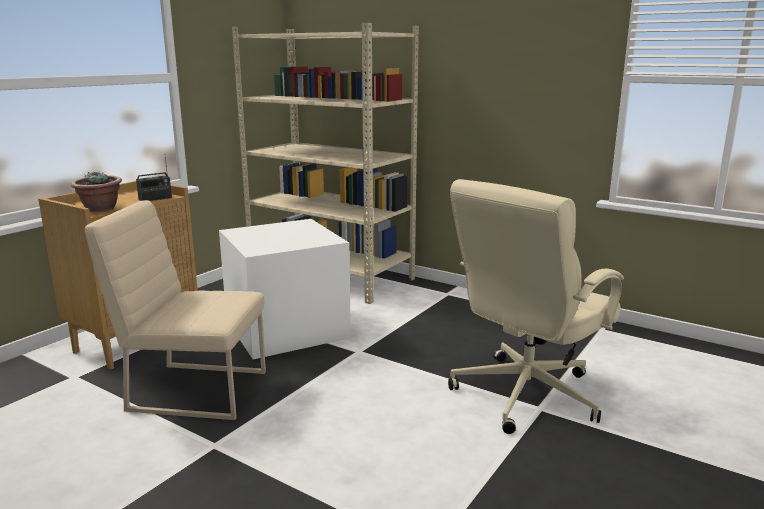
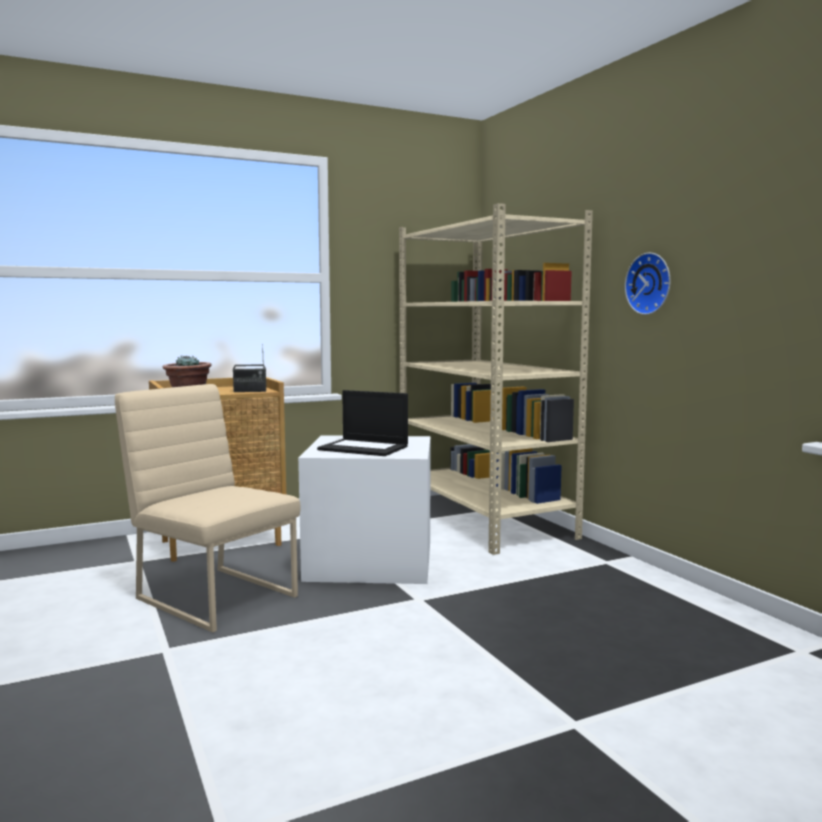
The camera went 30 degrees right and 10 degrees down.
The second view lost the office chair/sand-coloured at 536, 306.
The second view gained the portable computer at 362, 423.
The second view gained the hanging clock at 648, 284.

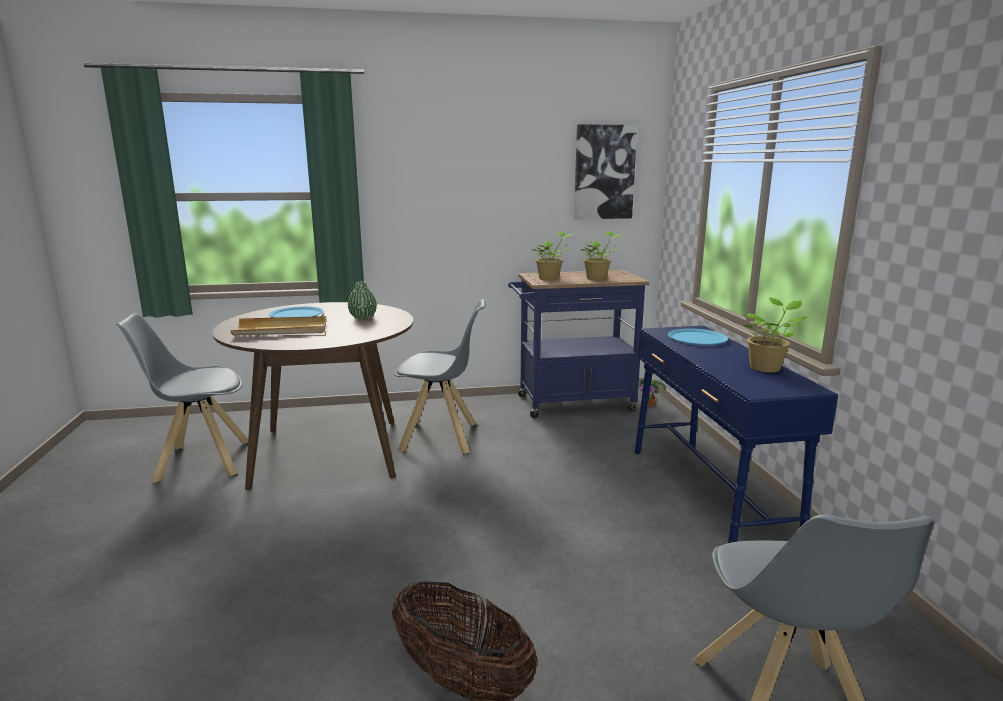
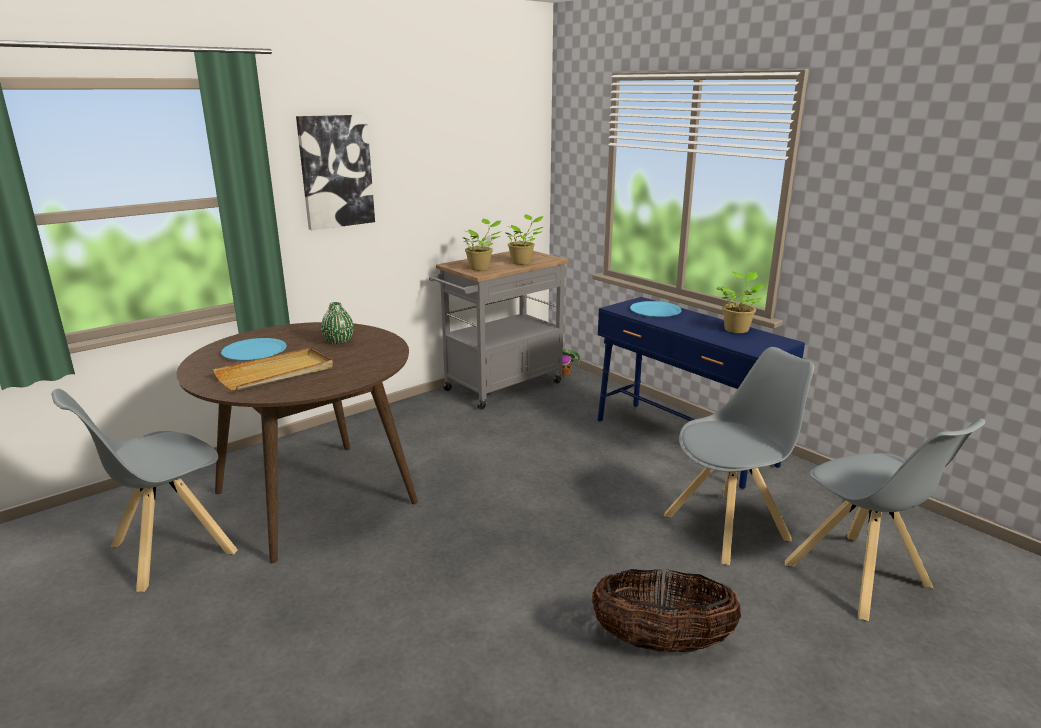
The camera went 30 degrees left and 5 degrees up.
The upright chair/grey ended up elsewhere, having gone from 440, 376 to 739, 456.
The wall art ended up elsewhere, having gone from 605, 171 to 335, 172.
What was the wheeled cart/blue-coloured at 578, 344 turned into the wheeled cart/grey at 498, 330.

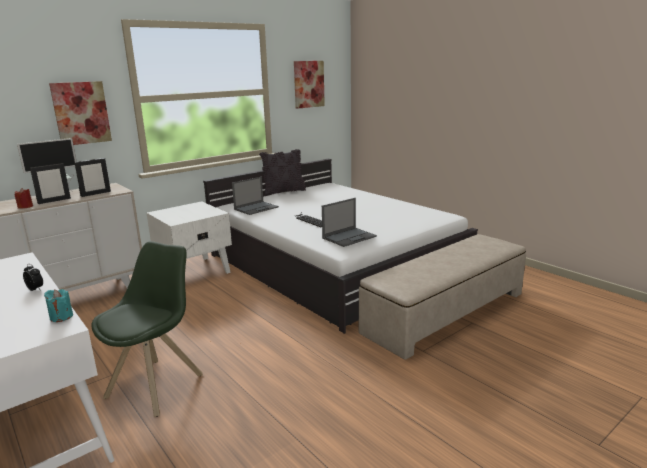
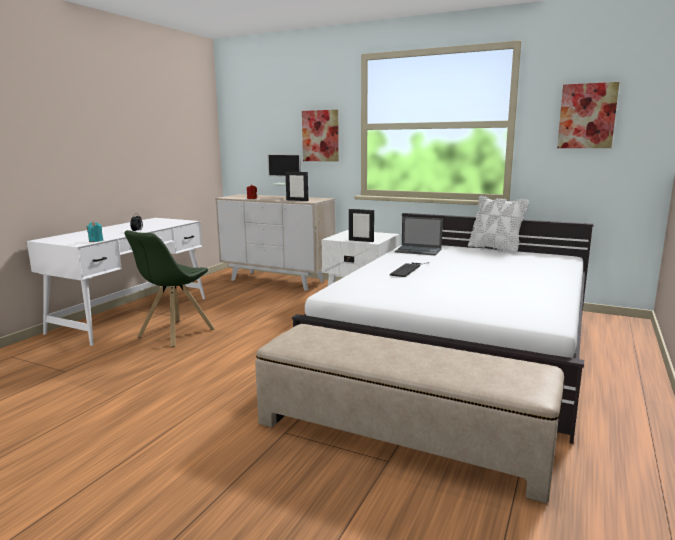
The camera went 65 degrees right and 5 degrees down.
The second view lost the portable computer at 349, 222.
The standing frame ended up elsewhere, having gone from 50, 183 to 361, 225.
What was the cushion/black-coloured at 282, 172 turned into the cushion/whitish at 498, 224.
The upright chair/greenish at 147, 329 ended up facing another way, 120 degrees clockwise from before.

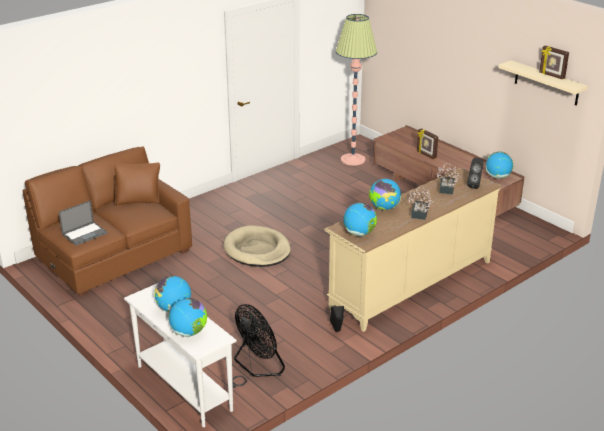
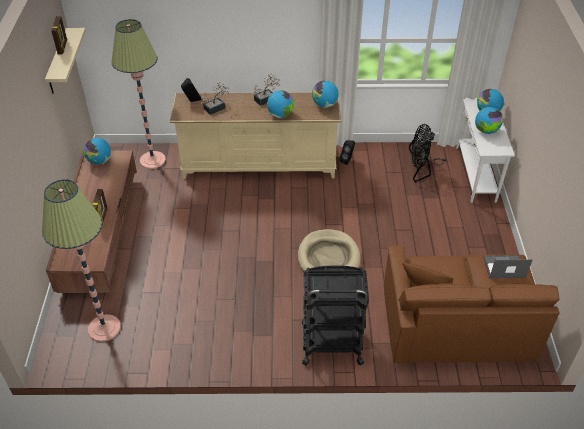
The camera went 140 degrees left and 15 degrees up.
The second view gained the standard lamp at 138, 94.
The second view gained the wheeled cart/black-coloured at 335, 316.

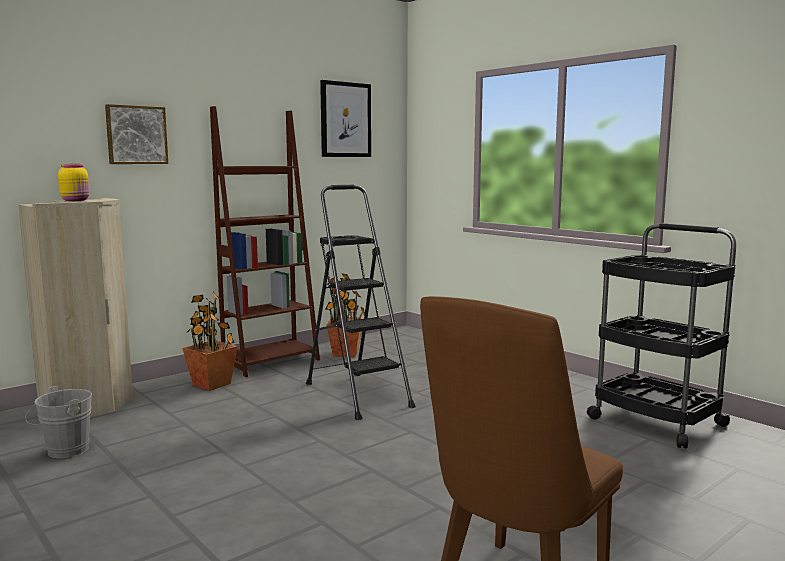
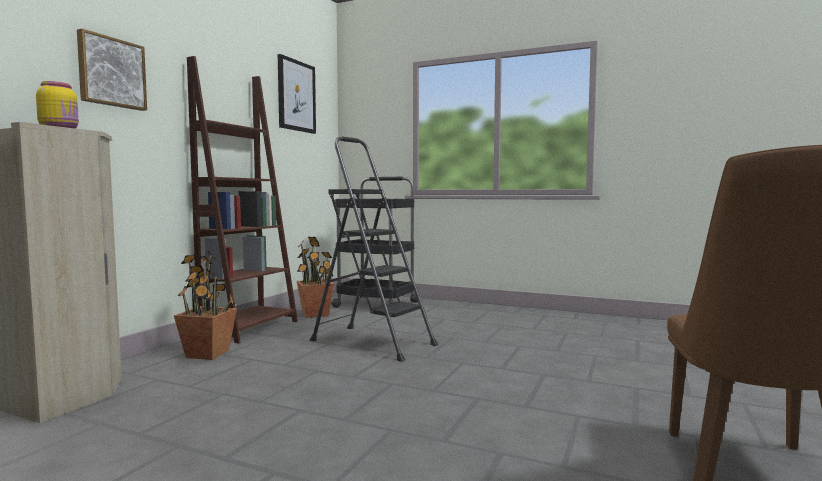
The camera went 25 degrees left and 5 degrees down.
The second view lost the pail/grey at 58, 422.
The wheeled cart/black-coloured ended up elsewhere, having gone from 661, 335 to 375, 242.

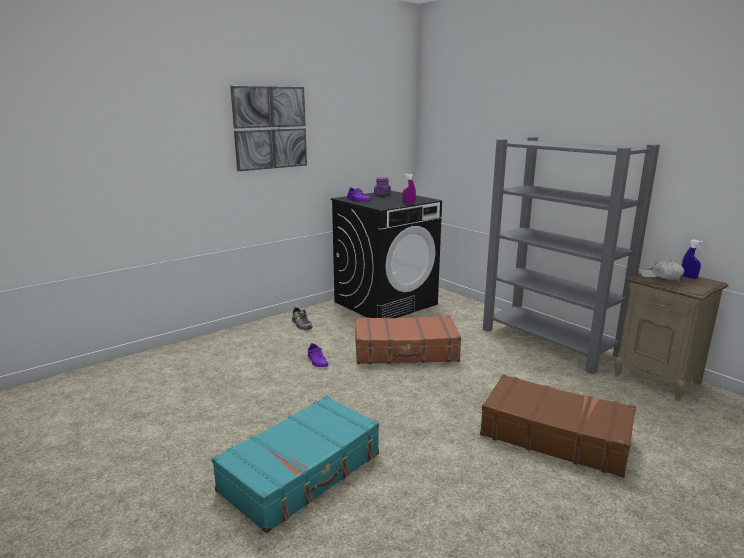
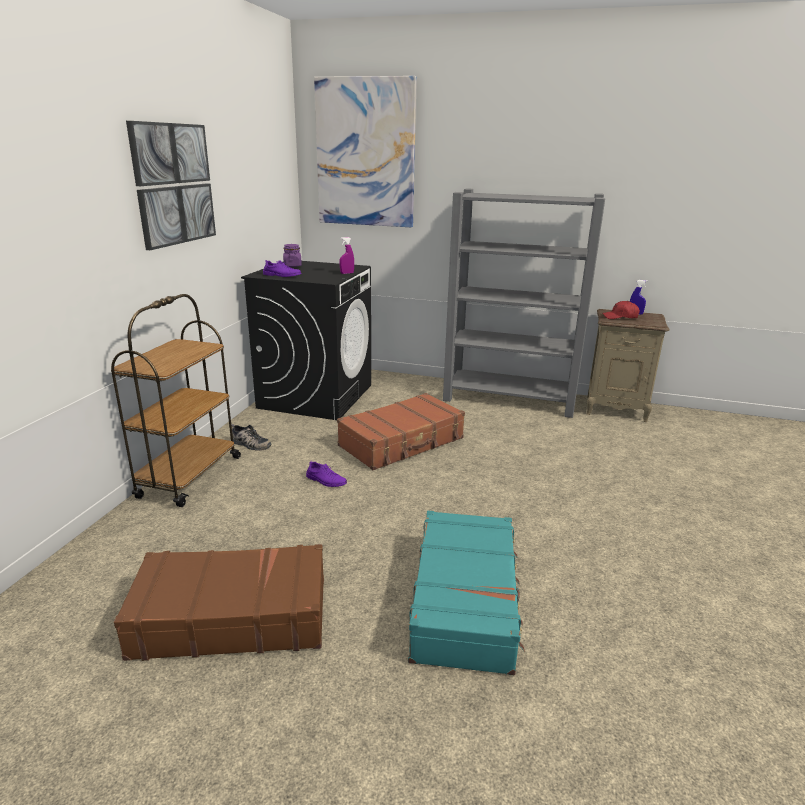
The camera went 35 degrees left and 5 degrees up.
The second view gained the wheeled cart/brown-coloured at 176, 400.
The second view gained the wall art at 365, 151.
The suitcase/brown-coloured ended up elsewhere, having gone from 558, 426 to 219, 602.
What was the peaked cap/whitish at 663, 270 turned into the peaked cap/reddish at 621, 310.

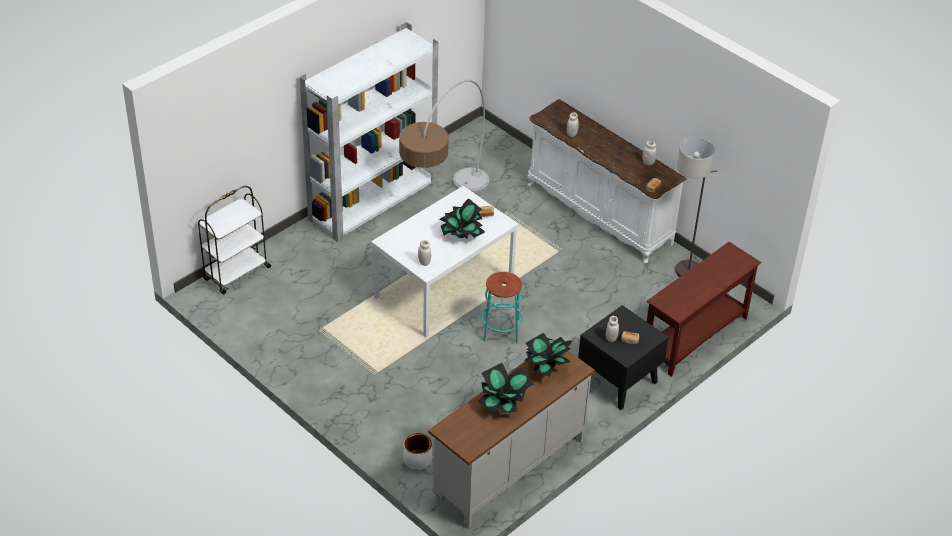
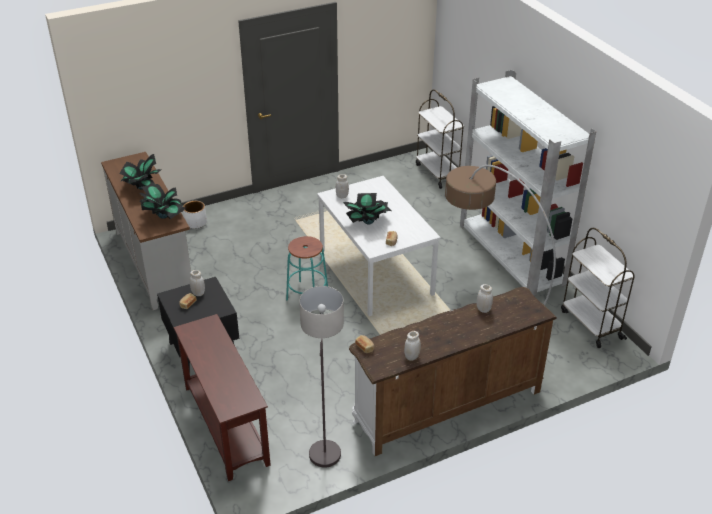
The camera went 110 degrees right and 5 degrees down.
The second view gained the wheeled cart/whitish at 598, 288.

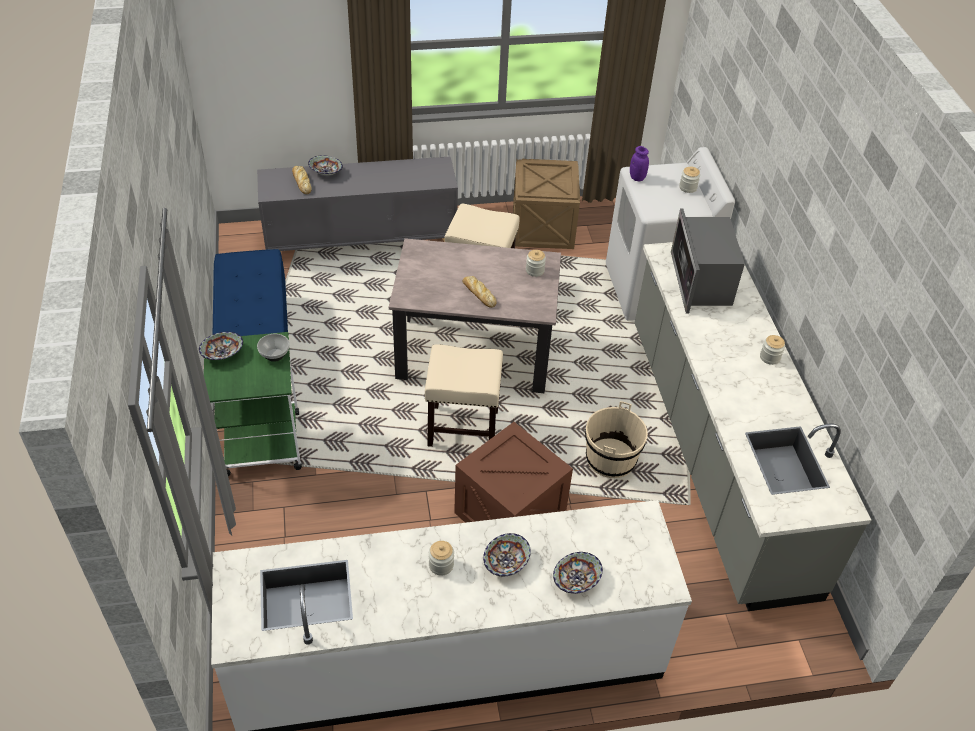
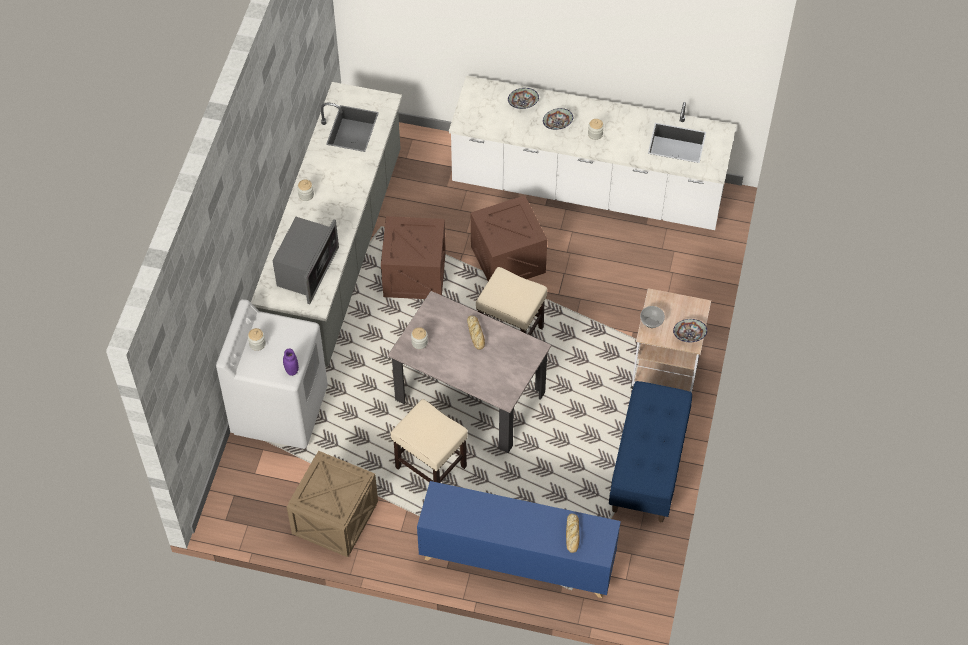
The camera went 155 degrees left and 10 degrees up.
The second view lost the serving bowl at 325, 165.
Where the pail/sand-coloured stood at 616, 439, the shipping crate came to stand at 413, 257.
What was the wheeled cart/greenish at 253, 404 turned into the wheeled cart/sand-coloured at 671, 340.
What was the storage cabinet/grey at 357, 204 turned into the storage cabinet/blue-coloured at 519, 539.

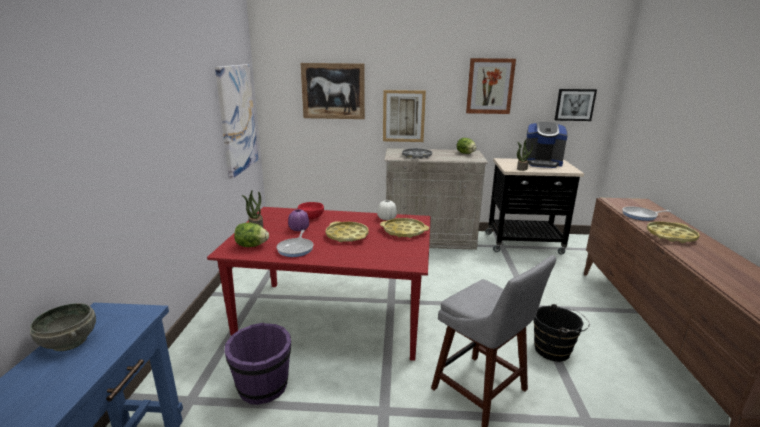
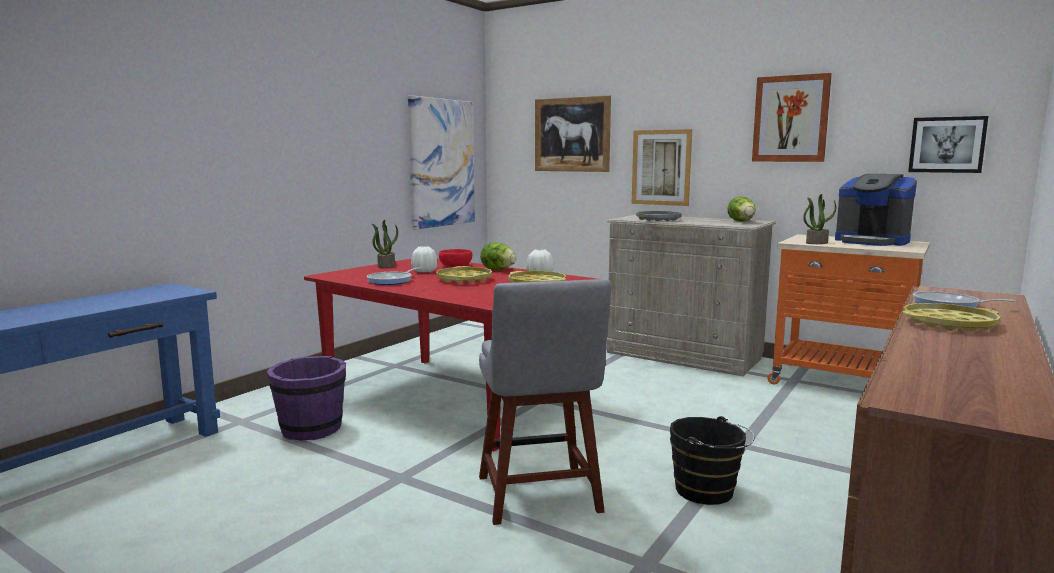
The camera went 30 degrees right and 10 degrees down.
The second view lost the serving bowl/grey at 63, 327.
The lettuce head ended up elsewhere, having gone from 251, 234 to 498, 256.
What was the vase/purplish at 298, 220 turned into the vase/whitish at 424, 259.
What was the wheeled cart/black-coloured at 534, 206 turned into the wheeled cart/orangey at 848, 309.

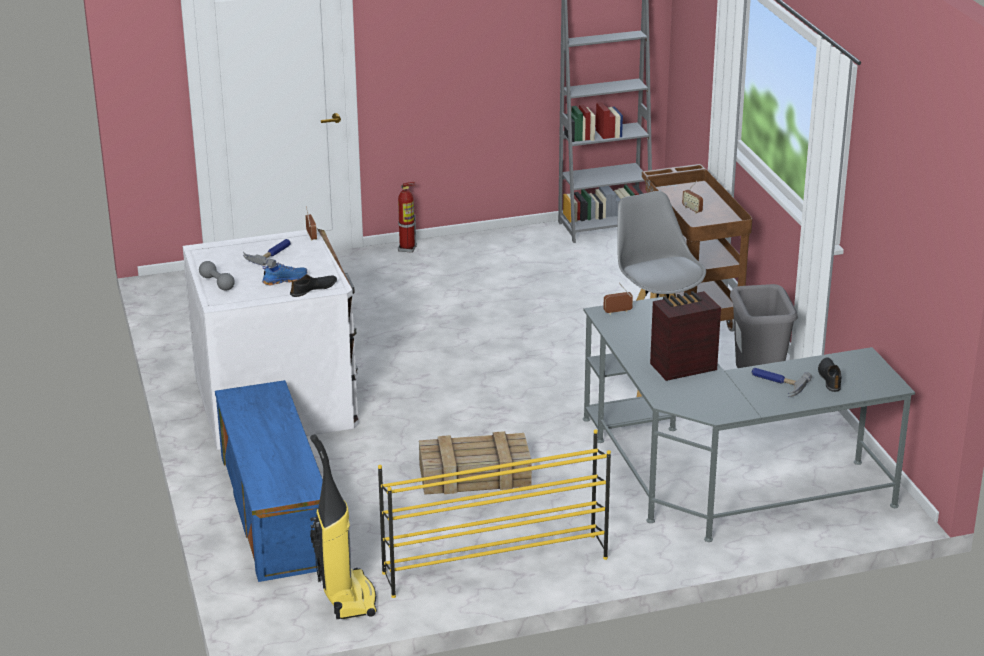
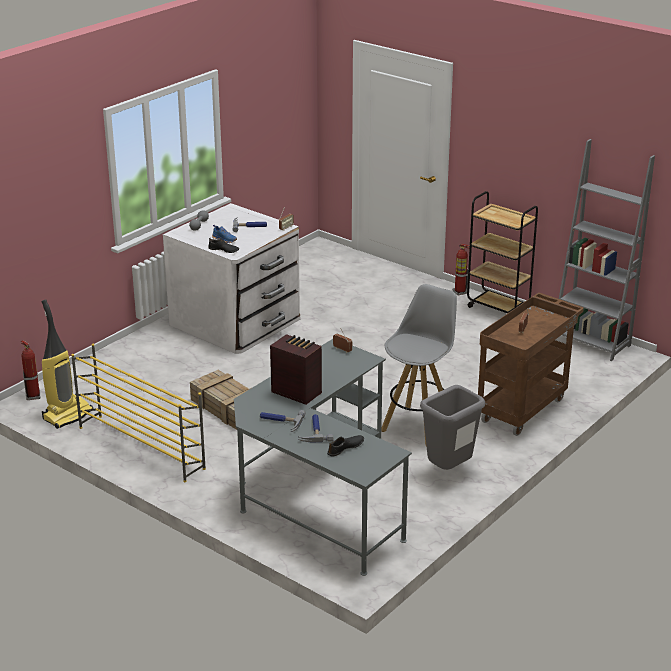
The camera went 55 degrees right and 0 degrees up.
The second view lost the long seat/blue-coloured at 269, 481.
The second view gained the fire extinguisher at 30, 370.
The second view gained the tool hammer at 283, 421.
The second view gained the wheeled cart/brown-coloured at 502, 252.

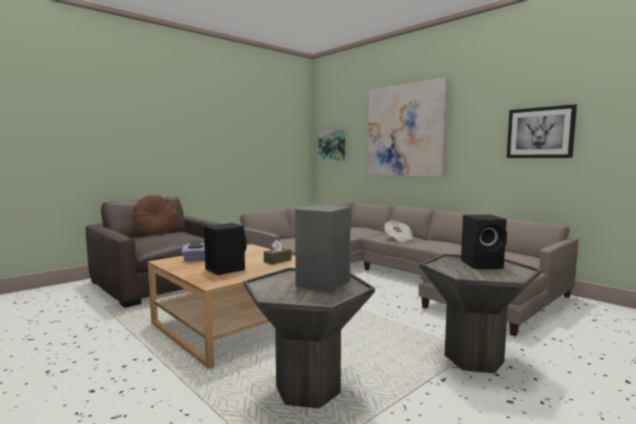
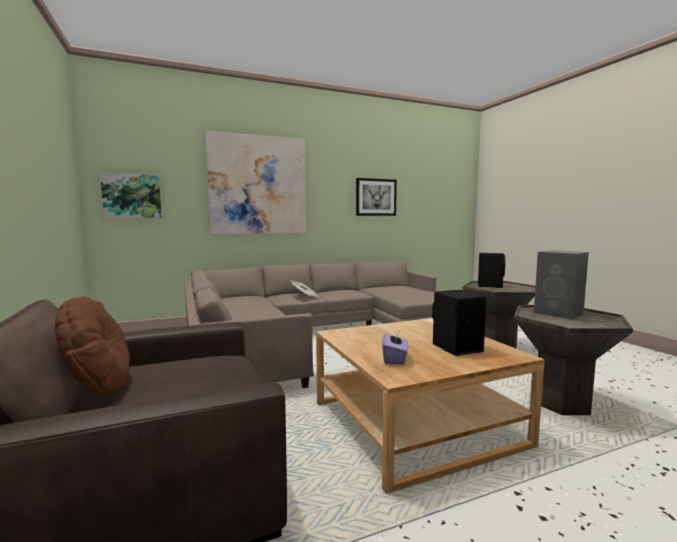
The camera went 70 degrees left and 0 degrees up.
The second view lost the box of tissues/brown-coloured at 277, 252.

